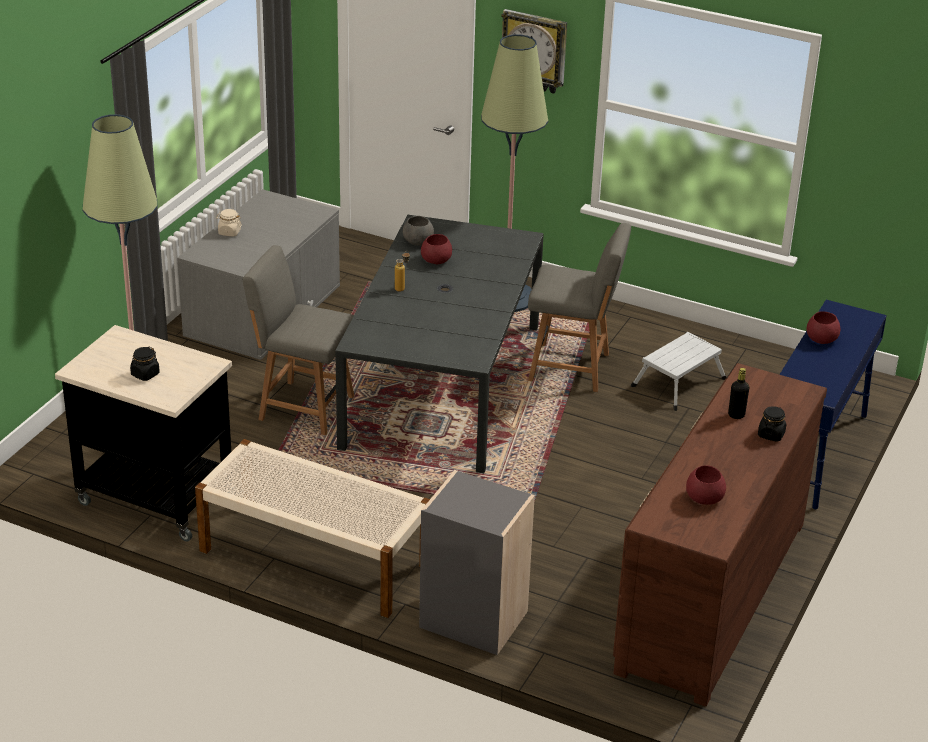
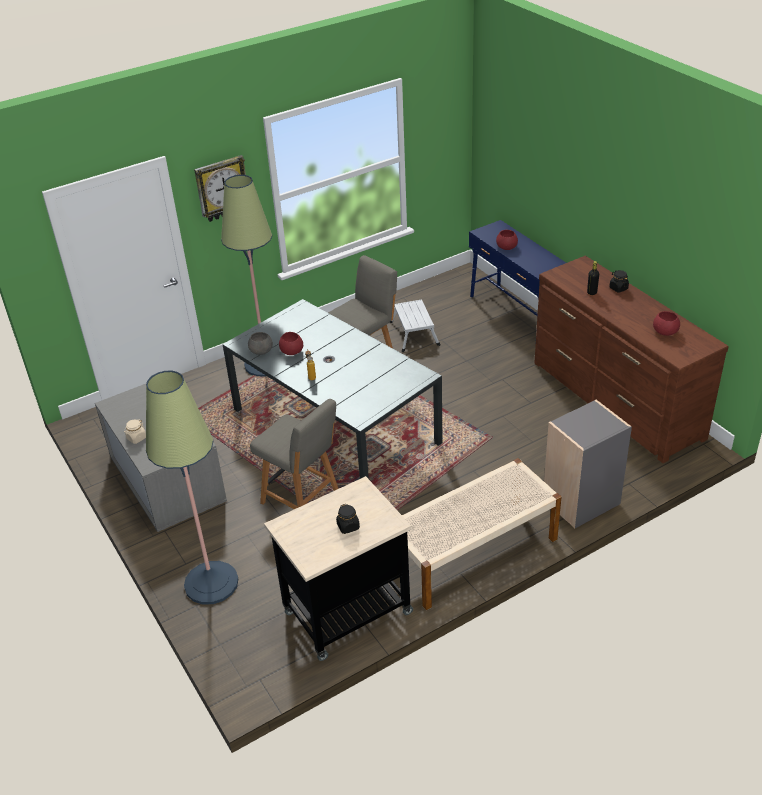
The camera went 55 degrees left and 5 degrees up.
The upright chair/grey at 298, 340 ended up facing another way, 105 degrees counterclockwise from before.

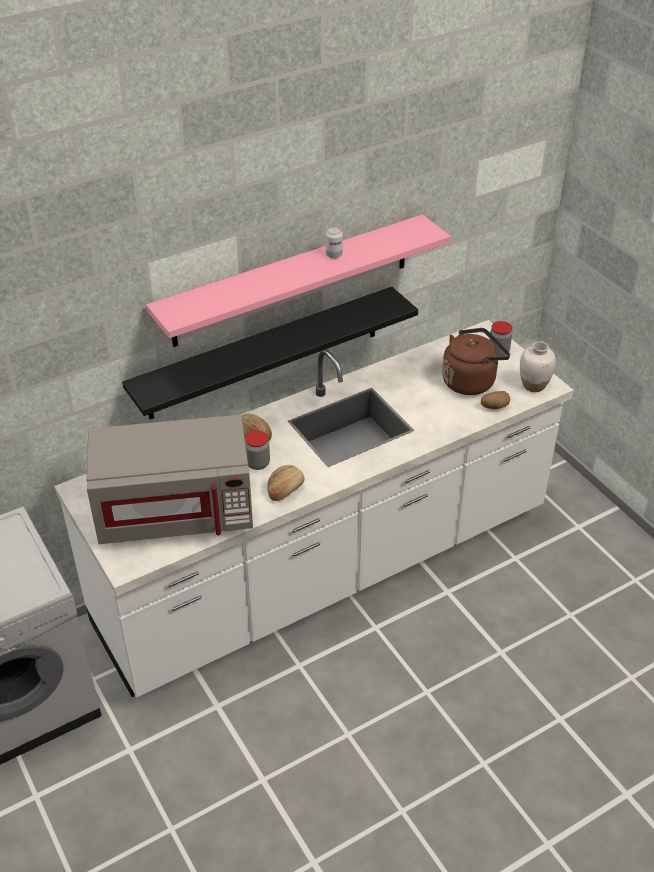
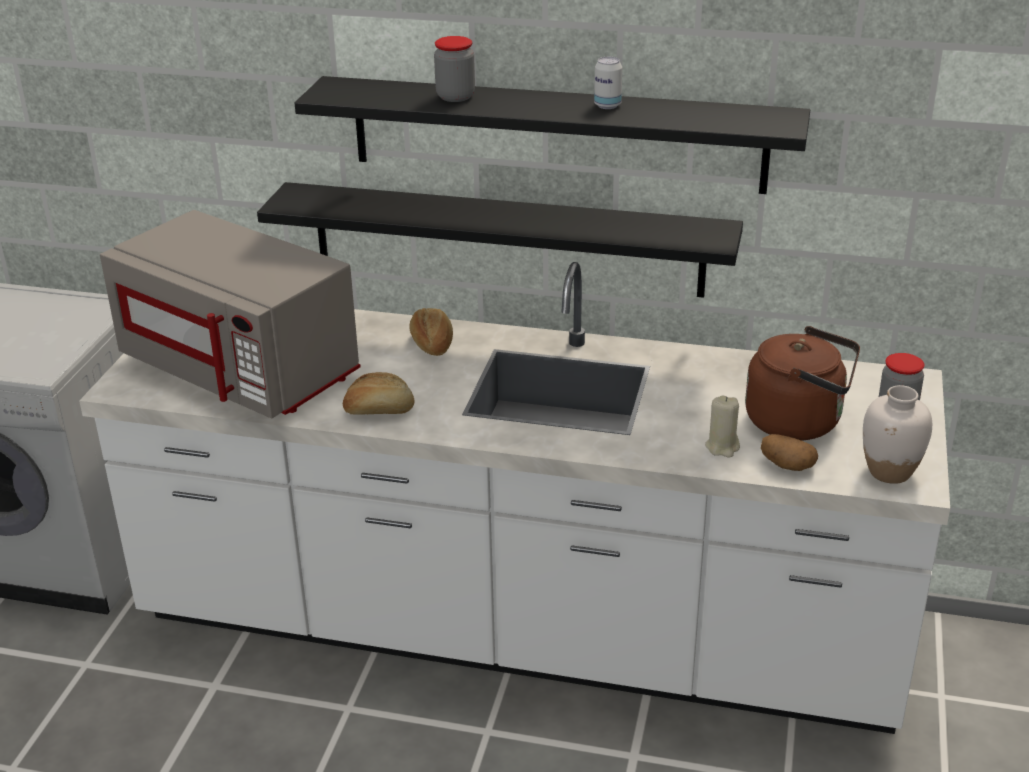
The camera went 45 degrees right and 10 degrees down.
The second view gained the candle/sand-coloured at 722, 427.
The preserve jar ended up elsewhere, having gone from 257, 450 to 454, 69.
What was the bracket shelf/pink-coloured at 298, 281 turned into the bracket shelf/black-coloured at 552, 135.

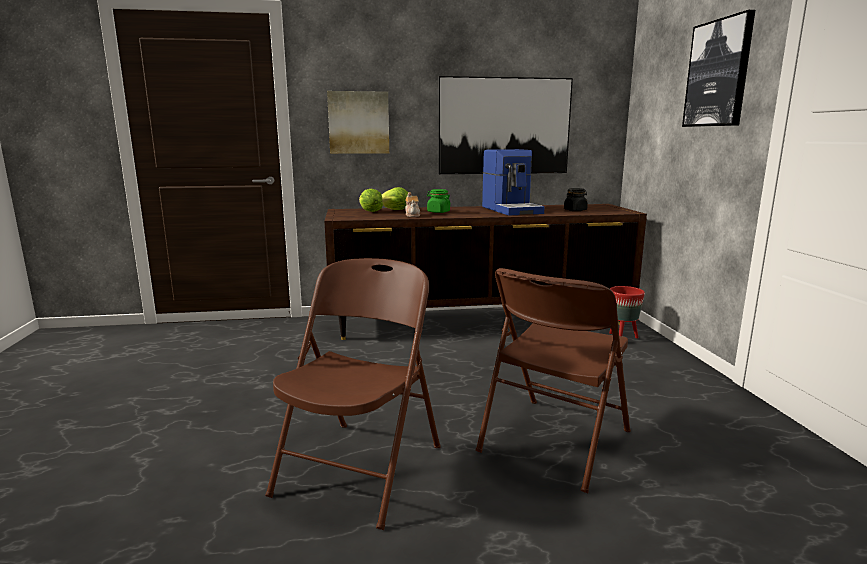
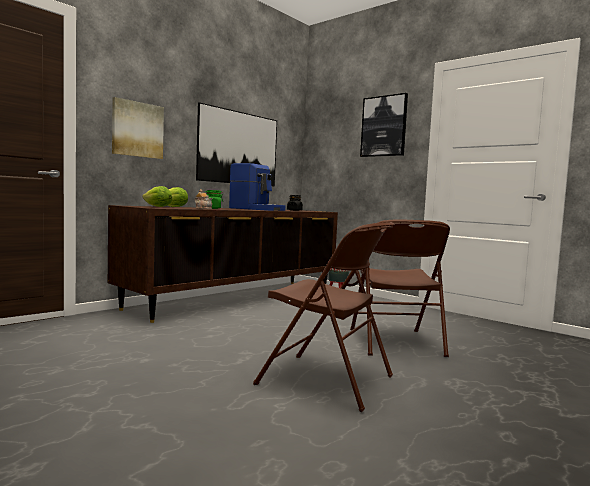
The camera went 40 degrees left and 10 degrees down.
The upright chair/brown-coloured at 353, 394 ended up facing another way, 135 degrees clockwise from before.

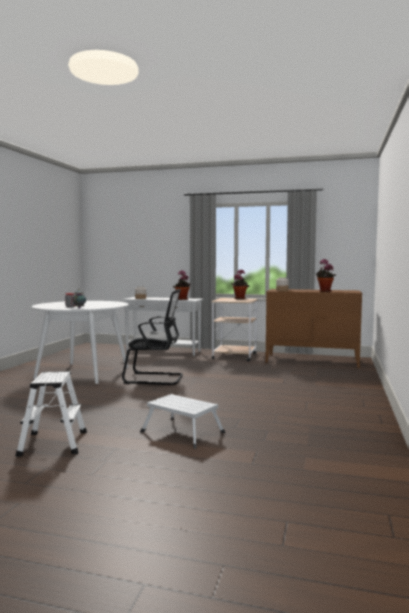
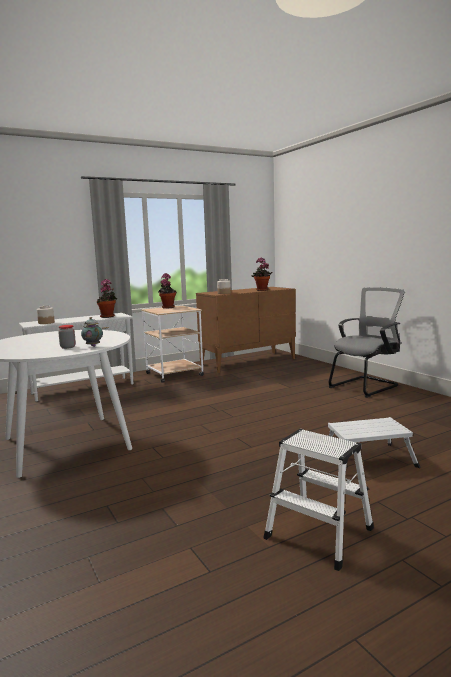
The camera went 45 degrees left and 5 degrees up.
The upright chair ended up elsewhere, having gone from 152, 337 to 367, 342.

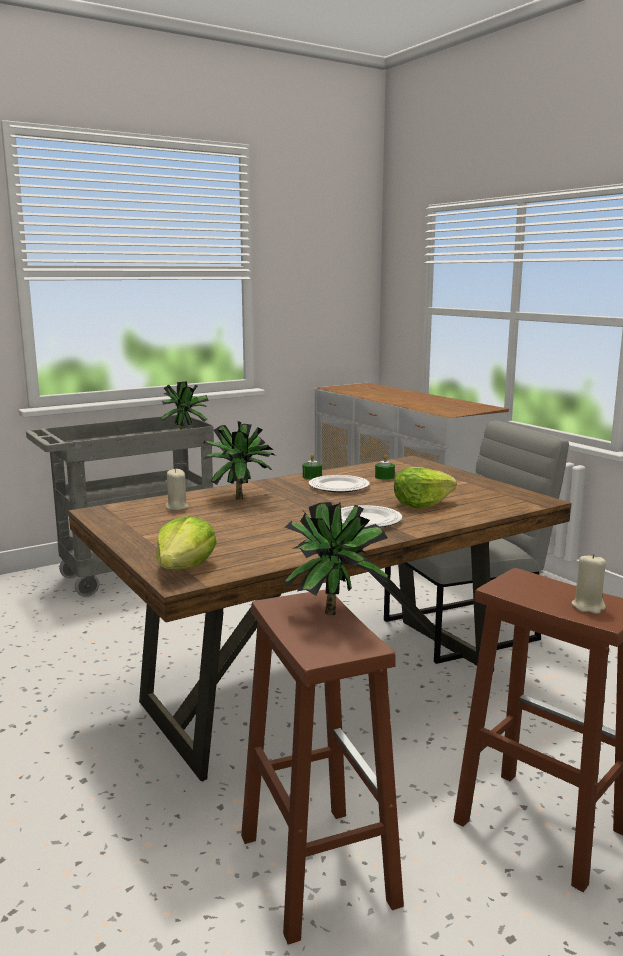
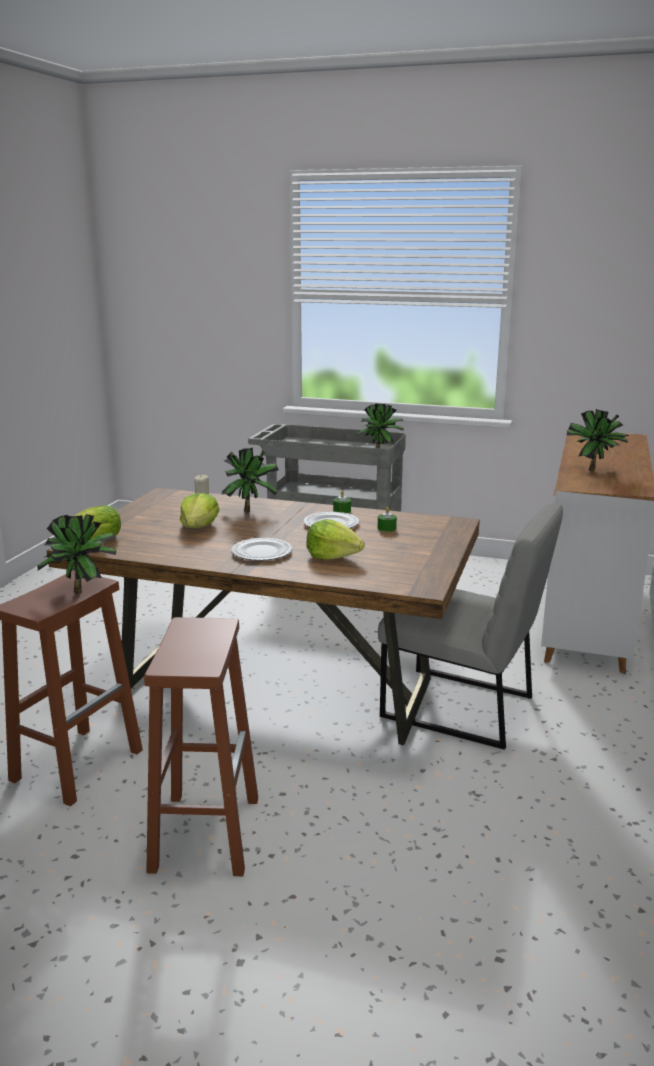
The camera went 50 degrees right and 5 degrees up.
The second view lost the candle/sand-coloured at 588, 584.
The second view gained the lettuce head at 200, 510.
The second view gained the potted plant at 597, 440.

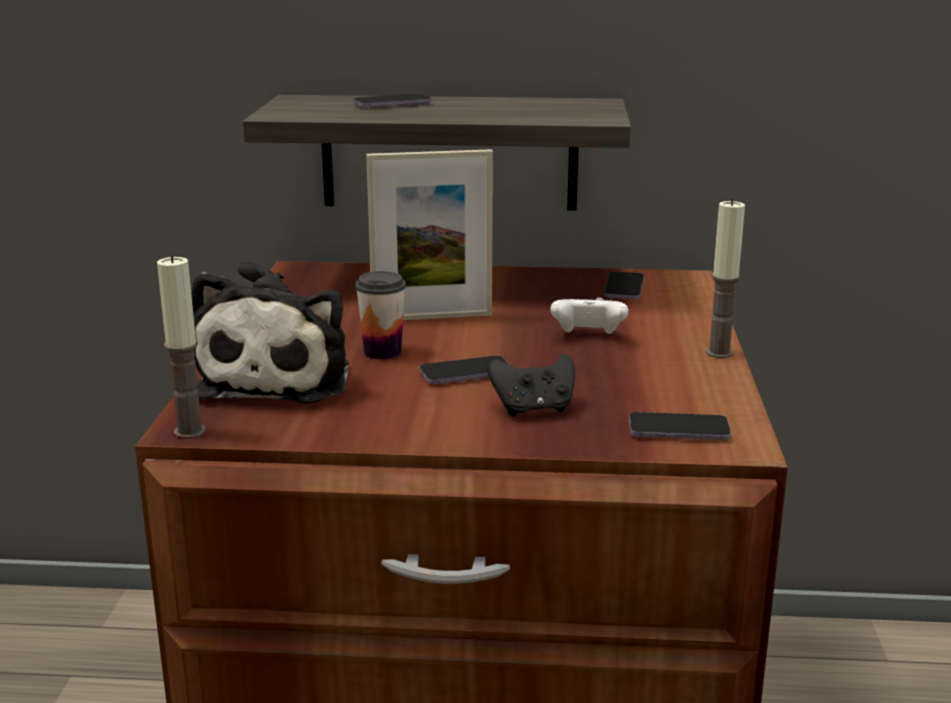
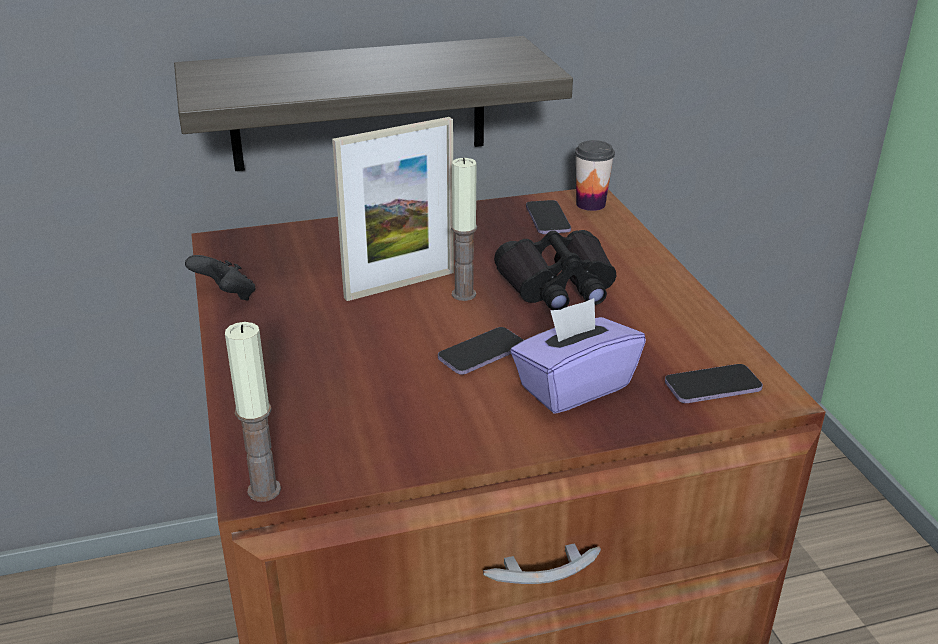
The camera went 20 degrees left and 10 degrees up.
The second view lost the cuddly toy at 270, 338.
The second view lost the handset at 392, 100.
The small cup ended up elsewhere, having gone from 380, 315 to 595, 175.
The candle ended up elsewhere, having gone from 725, 278 to 464, 229.
Where the joypad/black-coloured stood at 531, 385, the box of tissues/purplish came to stand at 578, 356.
Where the joypad/whitish stood at 589, 316, the pair of binoculars/black-coloured came to stand at 555, 270.

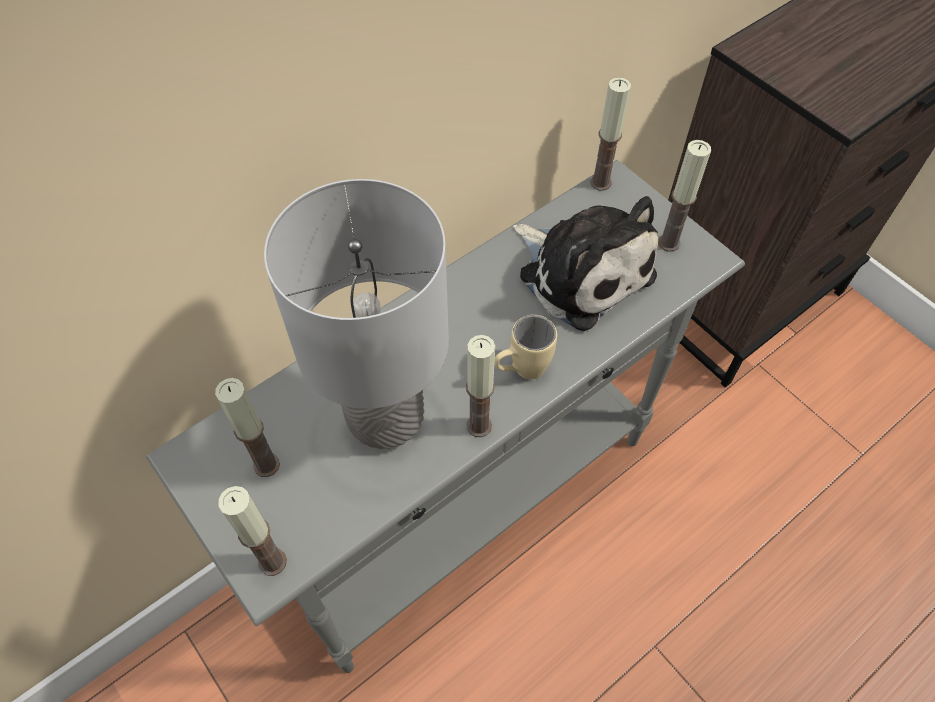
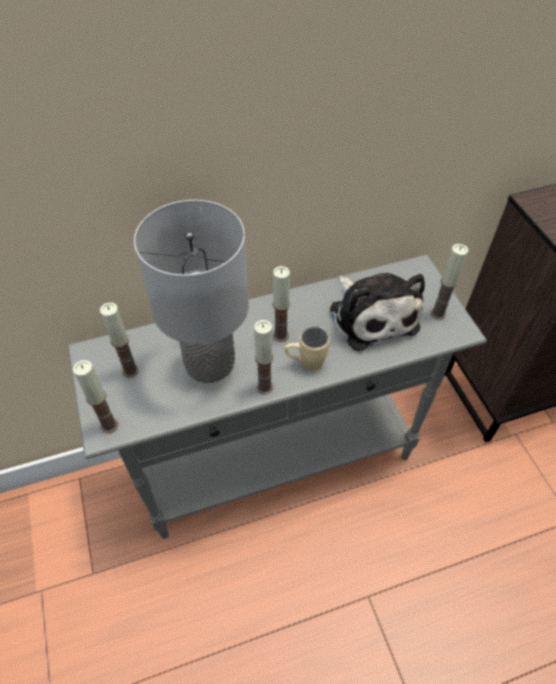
The camera went 20 degrees right and 5 degrees down.
The candle ended up elsewhere, having gone from 610, 134 to 281, 304.

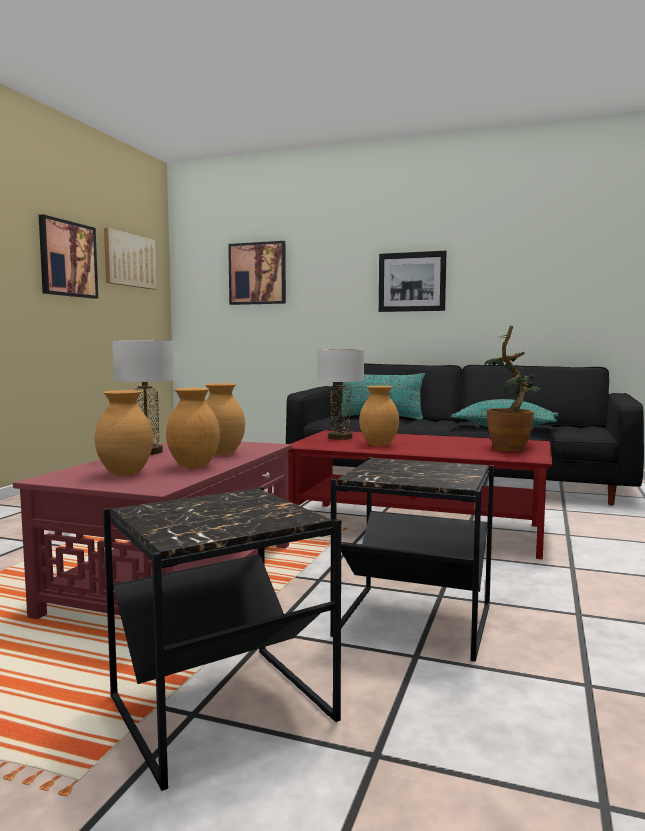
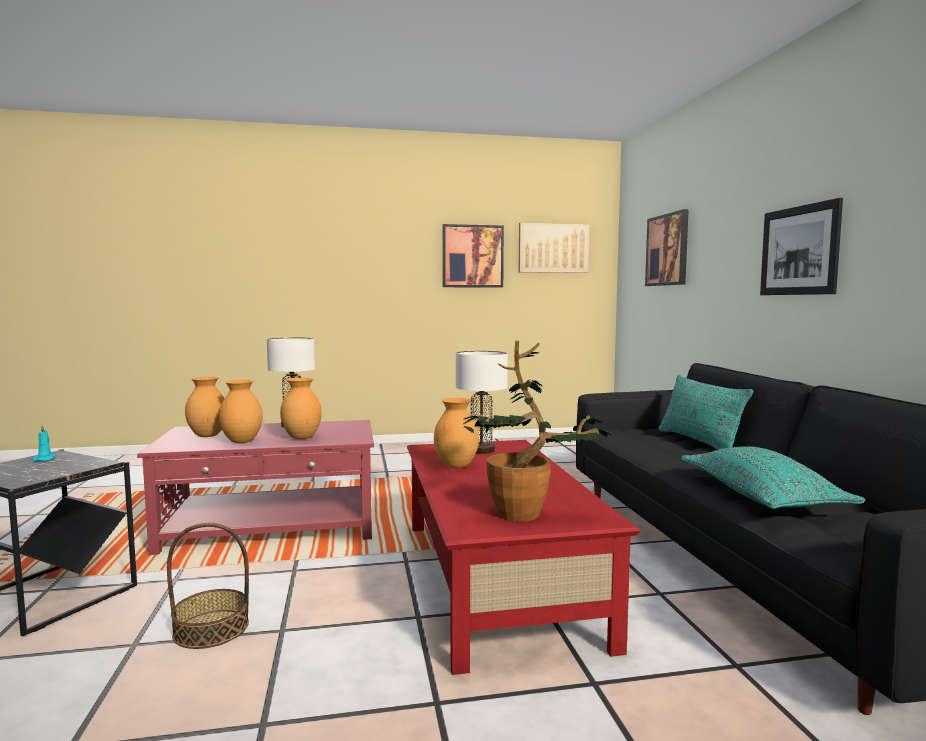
The camera went 60 degrees right and 0 degrees up.
The second view gained the candle/turquoise-coloured at 45, 442.
Where the side table/black-coloured stood at 412, 559, the household basket came to stand at 208, 586.

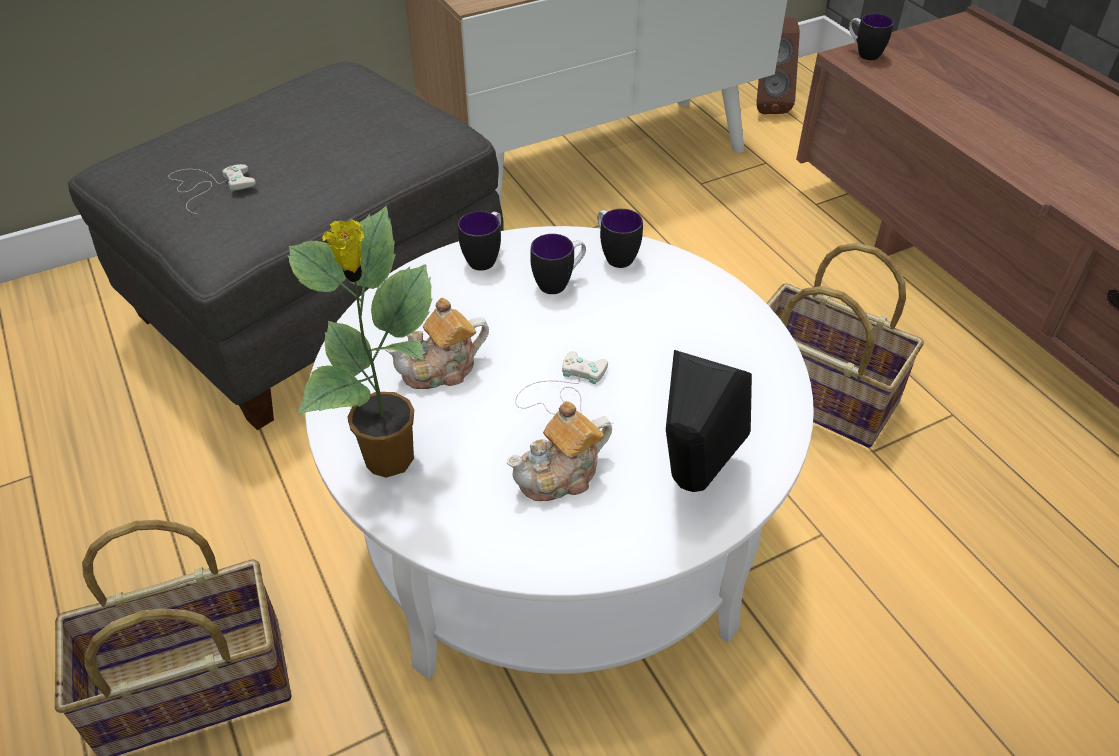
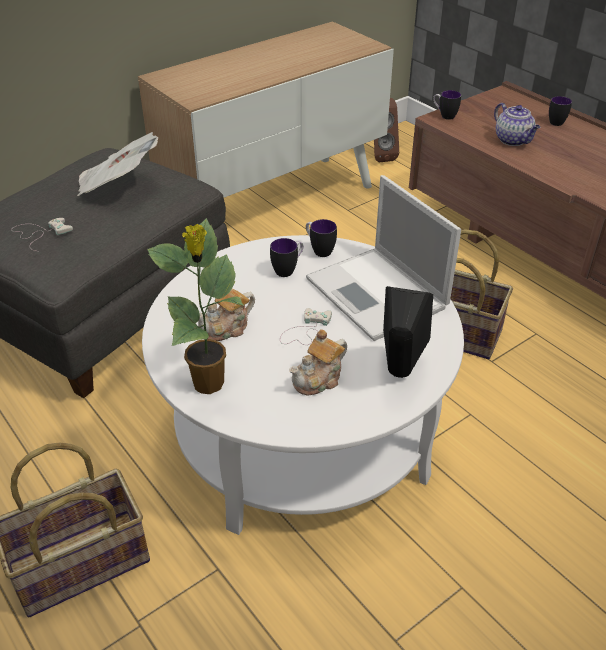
The camera went 10 degrees left and 5 degrees down.
The second view gained the printed paper at 117, 164.
The second view gained the portable computer at 383, 258.
The second view gained the tea pot at 517, 124.
The coffee mug ended up elsewhere, having gone from 479, 241 to 560, 111.

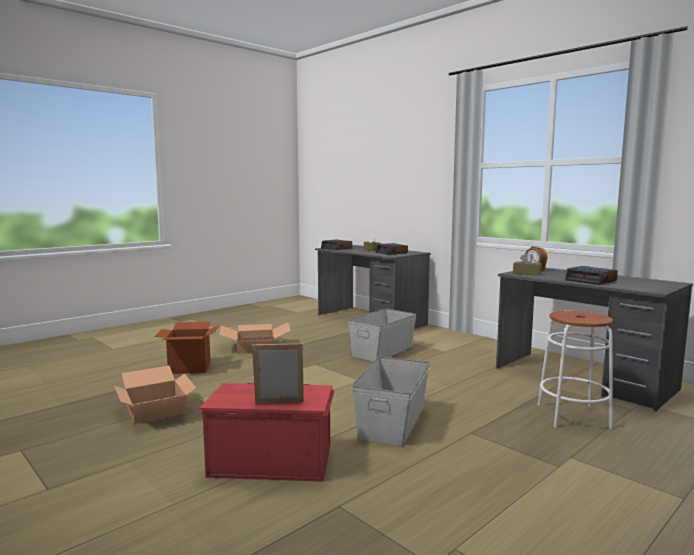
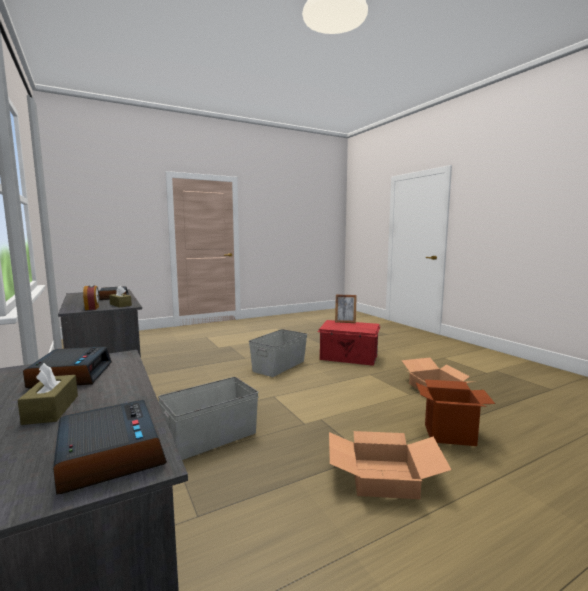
The camera went 165 degrees left and 0 degrees up.
The second view lost the sitting stool/whitish at 575, 369.

